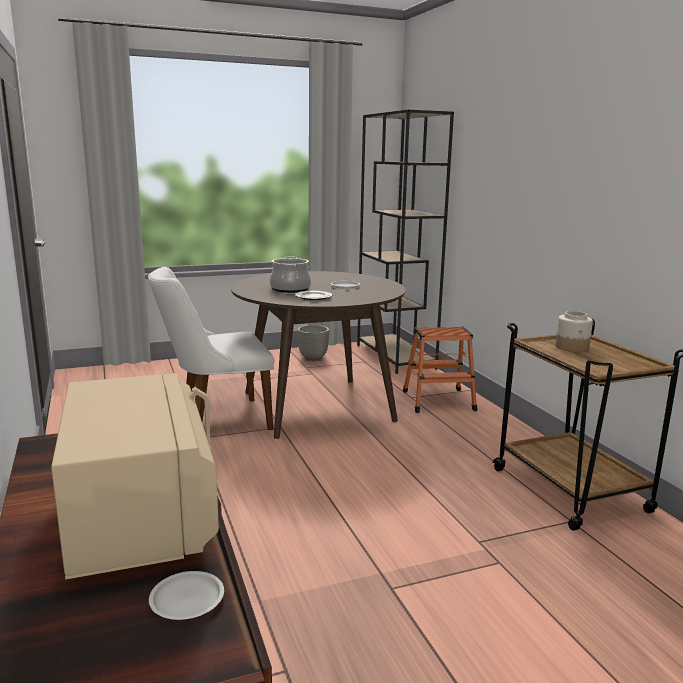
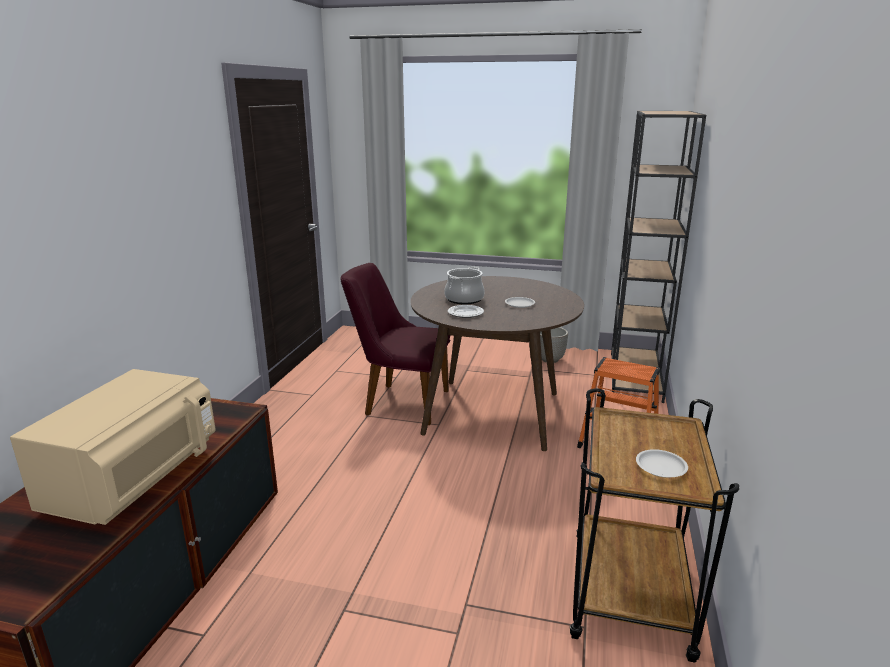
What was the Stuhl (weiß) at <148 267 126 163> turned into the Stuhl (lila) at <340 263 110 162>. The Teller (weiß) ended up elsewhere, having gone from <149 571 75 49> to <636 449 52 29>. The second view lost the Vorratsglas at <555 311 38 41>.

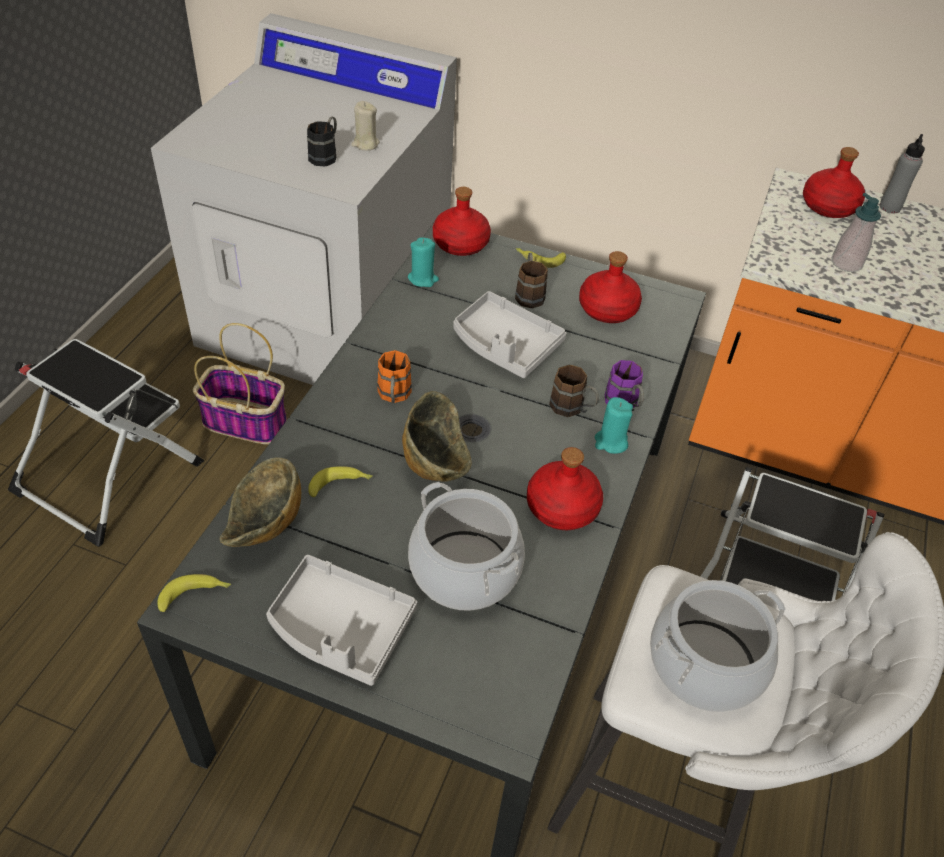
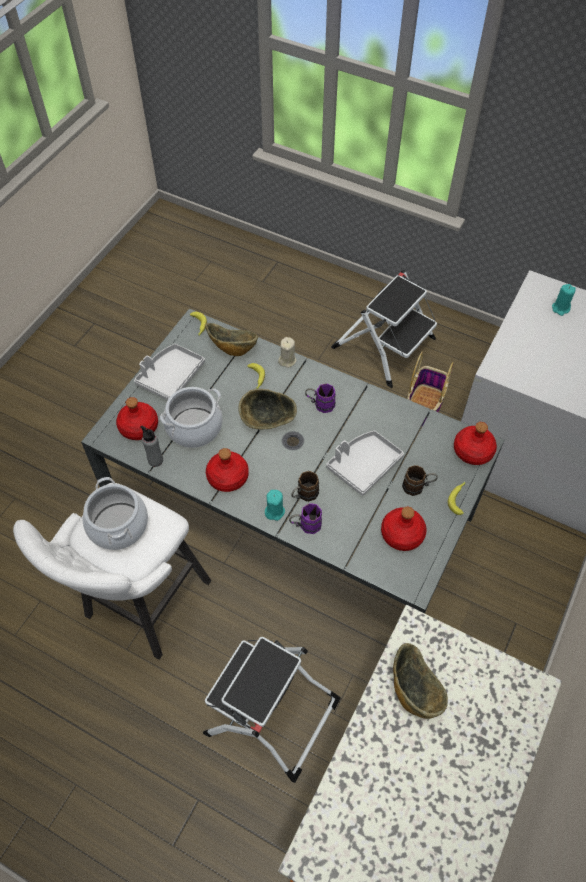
The second view lost the Henkelbecher (schwarz) at <307 117 30 50>. The Kerze (beige) ended up elsewhere, having gone from <351 101 29 50> to <278 337 18 31>. What was the Henkelbecher (orange) at <377 350 35 53> turned into the Henkelbecher (lila) at <305 383 31 30>. The Kerze (türkis) ended up elsewhere, having gone from <408 237 31 50> to <552 284 24 32>. The Flasche (rot) ended up elsewhere, having gone from <803 147 62 71> to <116 397 42 43>. Where the Seifenspender stood at <832 193 49 79>, the Schüssel came to stand at <393 643 55 76>. The Flasche (grau) ended up elsewhere, having gone from <880 134 45 79> to <140 426 23 41>.

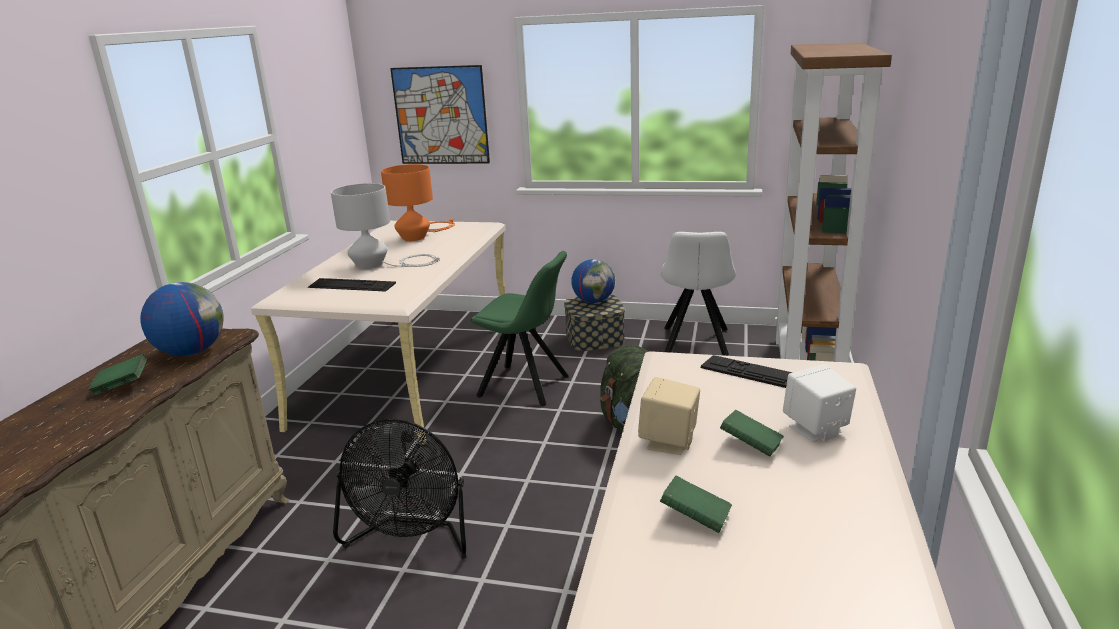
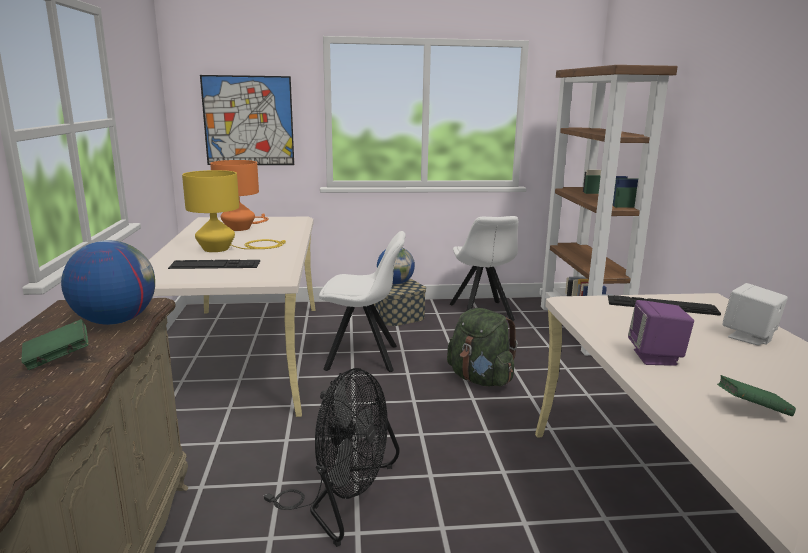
What was the Tischlampe (weiß) at <331 183 109 86> turned into the Tischlampe (gelb) at <182 170 104 82>. The Ventilator (schwarz) at <333 419 133 140> ended up facing another way, 60 degrees counterclockwise from before. What was the Stuhl (grün) at <471 251 98 155> turned into the Stuhl (weiß) at <319 231 87 141>. What was the Lautsprecher (beige) at <638 377 62 78> turned into the Lautsprecher (lila) at <628 300 66 66>. The second view lost the Buch (grün) at <720 410 64 46>.

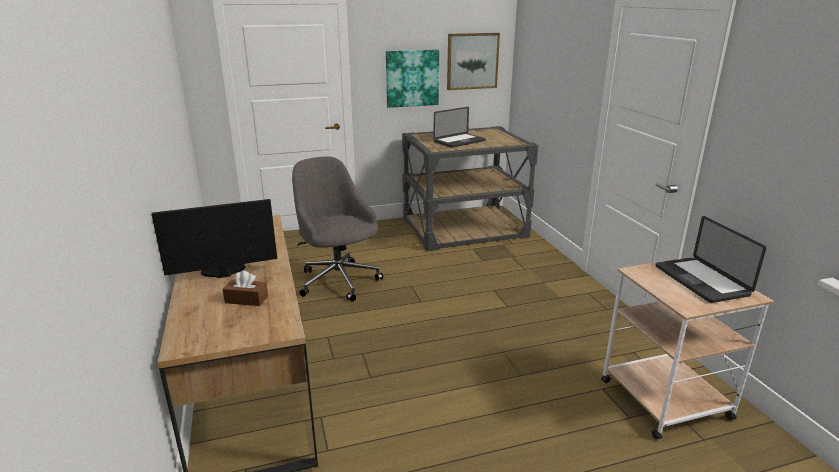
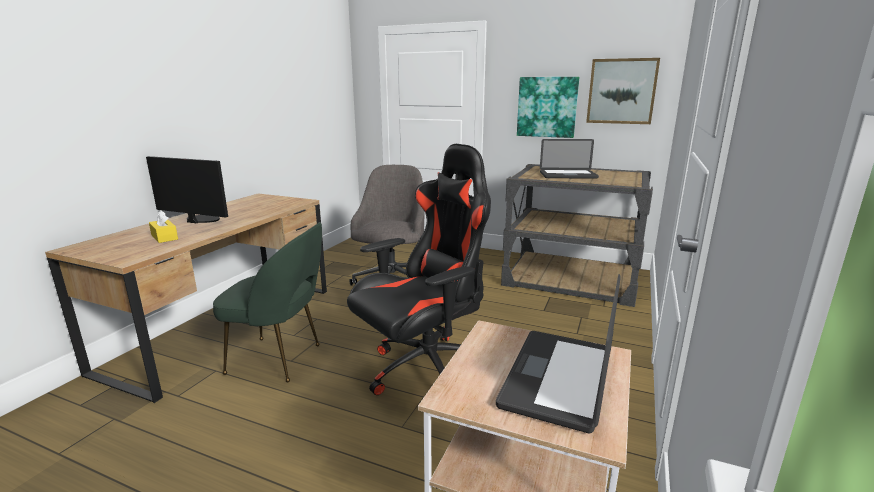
What was the Taschentuchbox (braun) at <223 271 45 35> turned into the Taschentuchbox (gelb) at <149 211 29 32>. The second view gained the Stuhl (grün) at <213 222 109 161>. The second view gained the Bürostuhl (schwarz) at <347 144 144 251>.

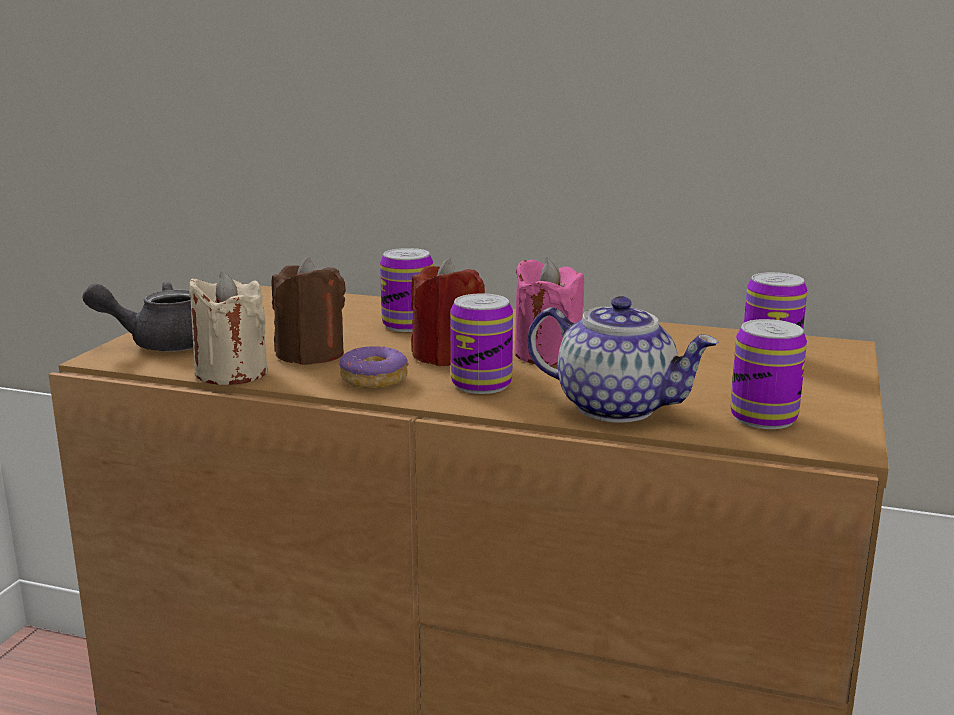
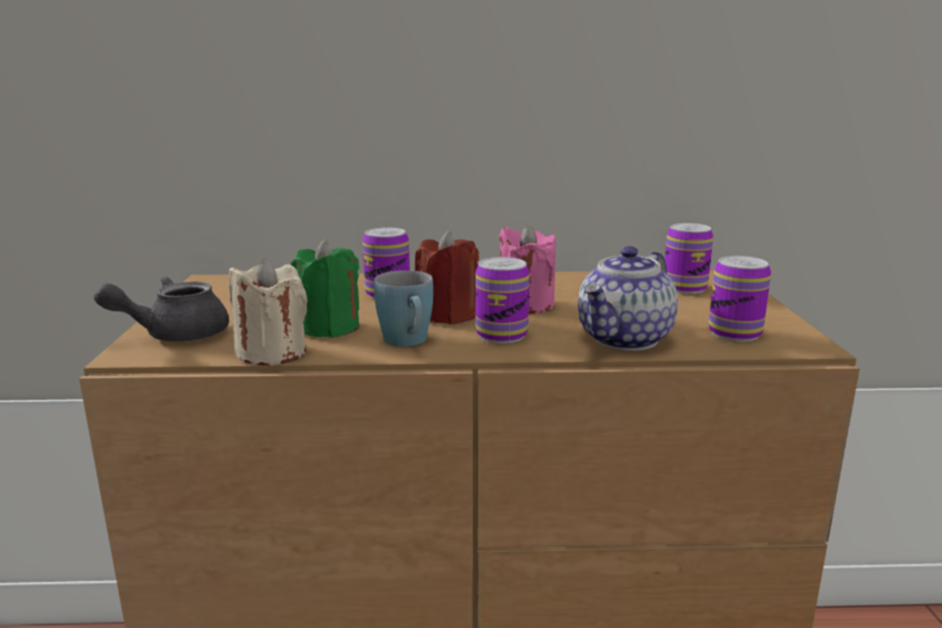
What was the Kerze (braun) at <272 257 74 108> turned into the Kerze (grün) at <291 239 68 99>. Where the Donut stood at <339 346 70 42>, the Henkelbecher (blau) came to stand at <374 270 59 76>. The Teekanne at <527 296 192 127> ended up facing another way, 120 degrees clockwise from before.

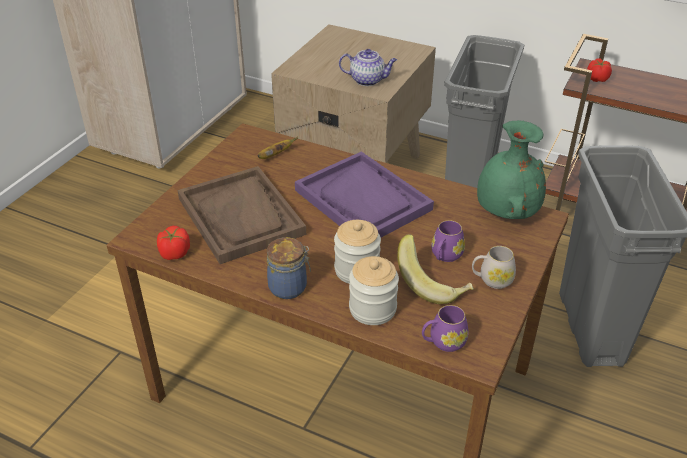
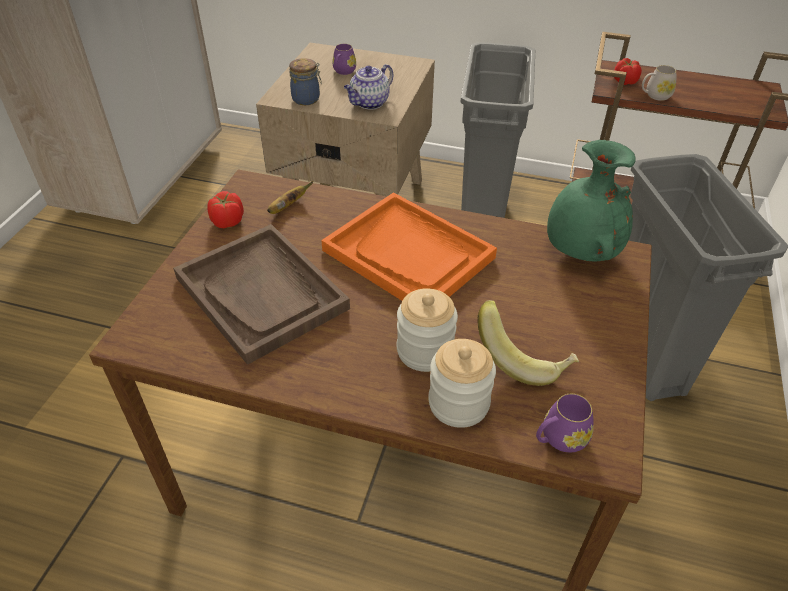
The Tomate ended up elsewhere, having gone from <157 226 33 34> to <207 191 37 37>. The Vorratsglas ended up elsewhere, having gone from <267 237 44 62> to <289 58 33 47>. What was the Tablett (lila) at <295 152 139 85> turned into the Tablett (orange) at <321 192 176 109>. The Teekanne at <339 49 58 37> ended up facing another way, 135 degrees clockwise from before. The Henkelbecher (lila) ended up elsewhere, having gone from <432 220 33 42> to <333 44 23 31>. The Henkelbecher (weiß) ended up elsewhere, having gone from <472 246 44 43> to <642 65 34 36>.

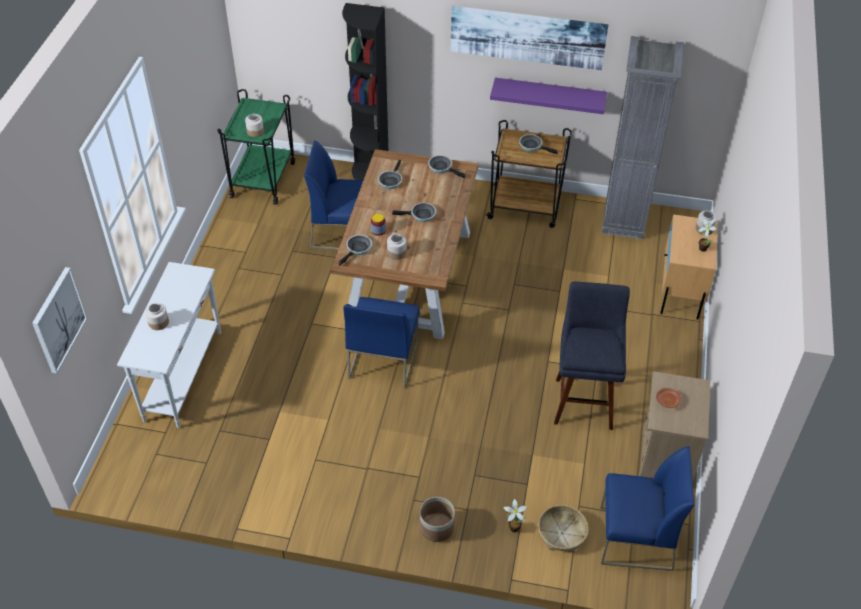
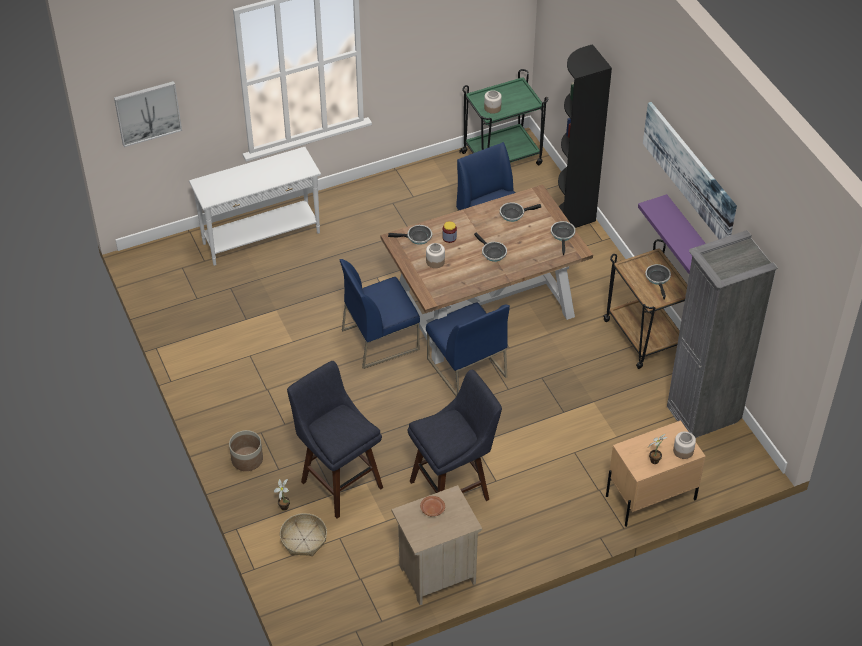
The second view lost the Vorratsglas at <145 303 24 27>. The Stuhl (blau) ended up elsewhere, having gone from <600 446 94 125> to <426 302 84 94>. The second view gained the Hocker (blau) at <287 361 96 158>.

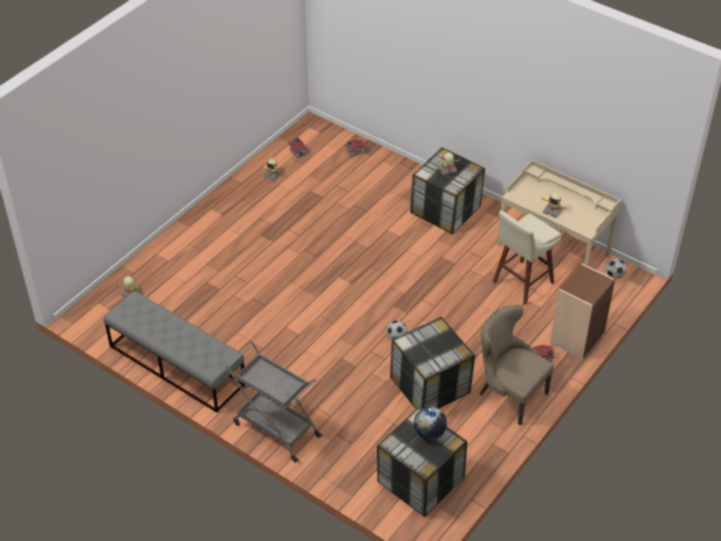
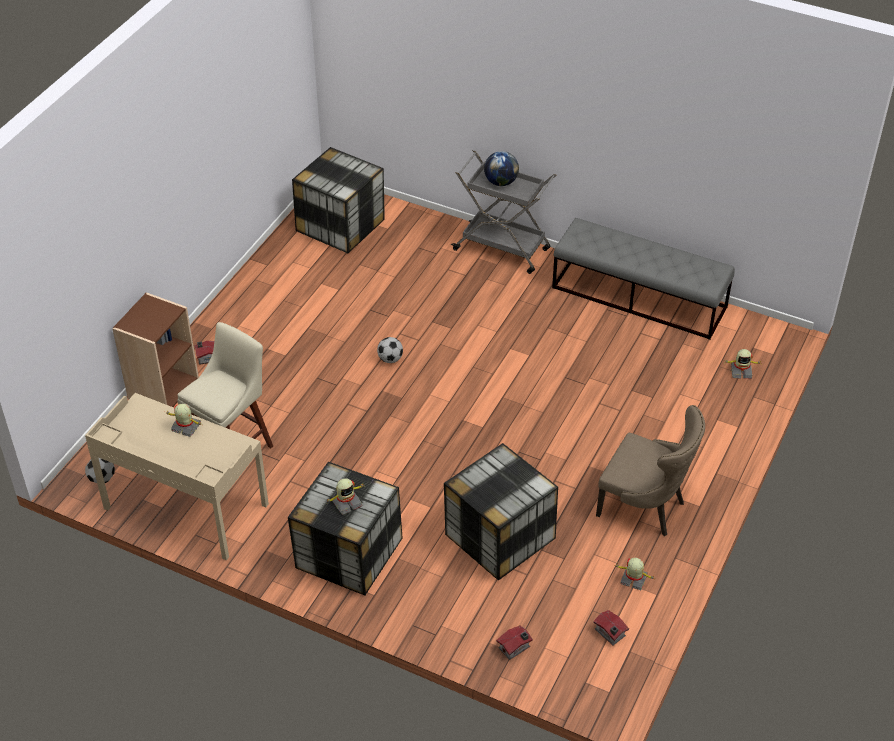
The Aufbewahrungsbox ended up elsewhere, having gone from <390 317 85 92> to <444 443 114 138>. The Globus ended up elsewhere, having gone from <414 406 33 34> to <484 151 35 35>. The Stuhl (beige) ended up elsewhere, having gone from <480 305 74 120> to <596 405 109 131>.

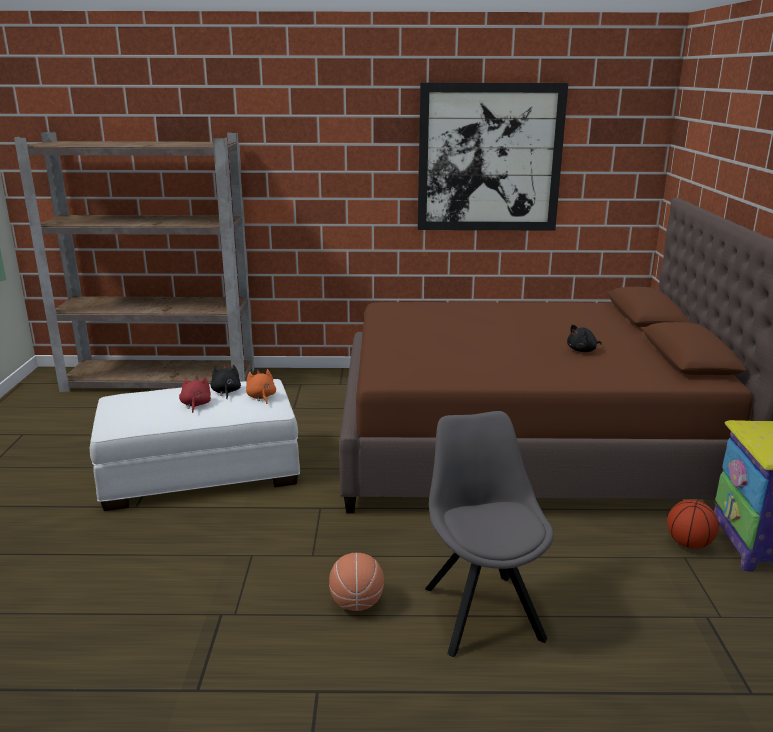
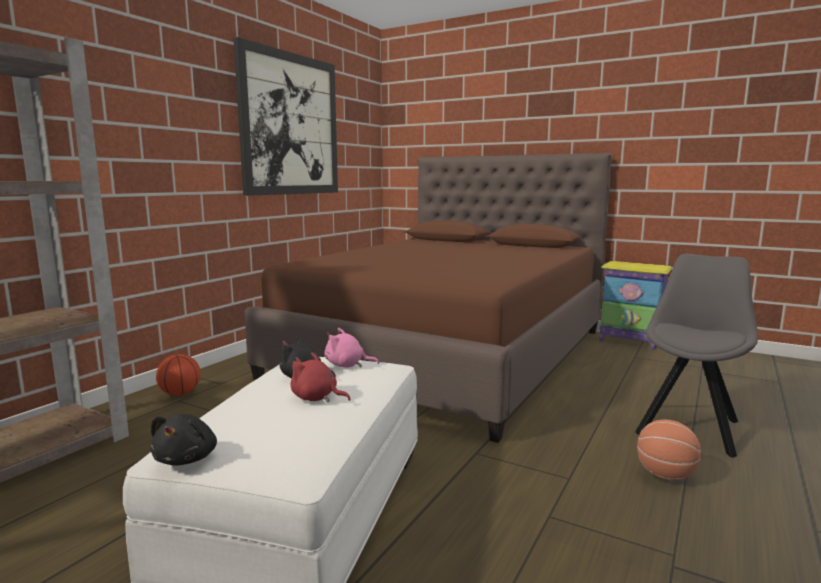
What was the Plüschtier (orange) at <246 369 30 35> turned into the Plüschtier (rosa) at <325 328 54 39>. The Stuhl (grau) at <425 411 129 246> ended up facing another way, 105 degrees clockwise from before. The Plüschtier (schwarz) ended up elsewhere, having gone from <567 325 35 27> to <150 414 67 52>. The Basketball ended up elsewhere, having gone from <667 500 52 49> to <156 354 44 42>.

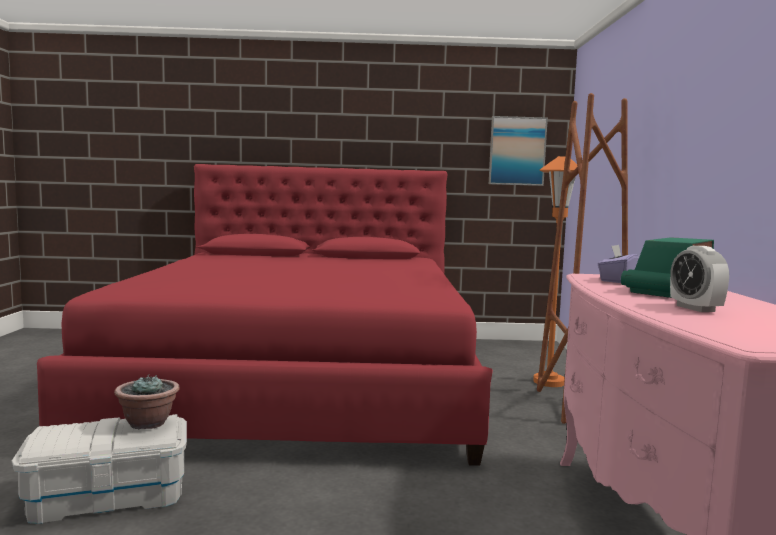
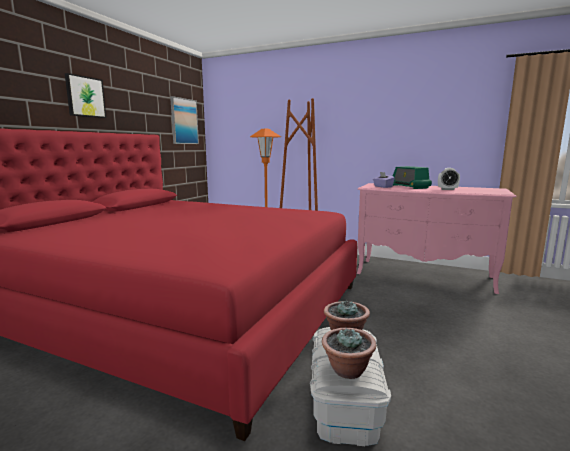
The second view gained the Bild at <65 73 41 45>. The second view gained the Topfpflanze at <322 327 54 52>.

